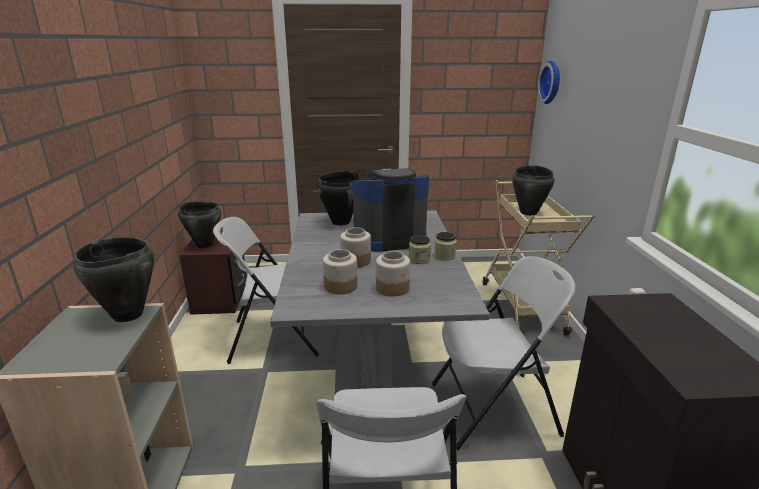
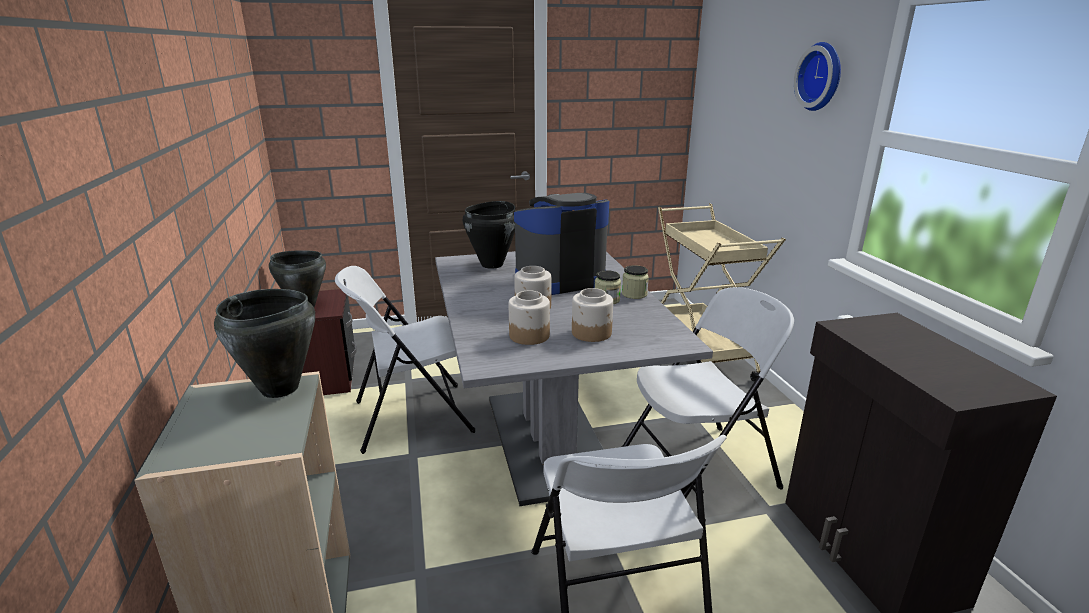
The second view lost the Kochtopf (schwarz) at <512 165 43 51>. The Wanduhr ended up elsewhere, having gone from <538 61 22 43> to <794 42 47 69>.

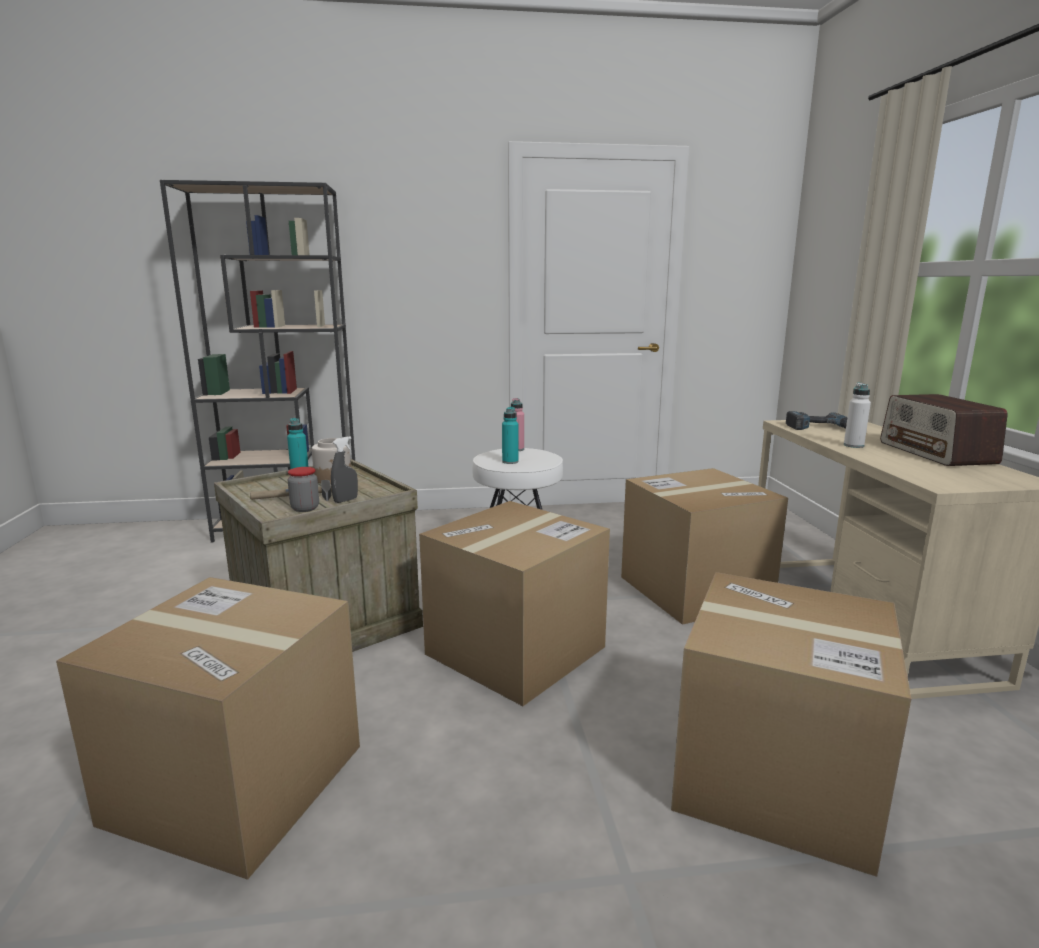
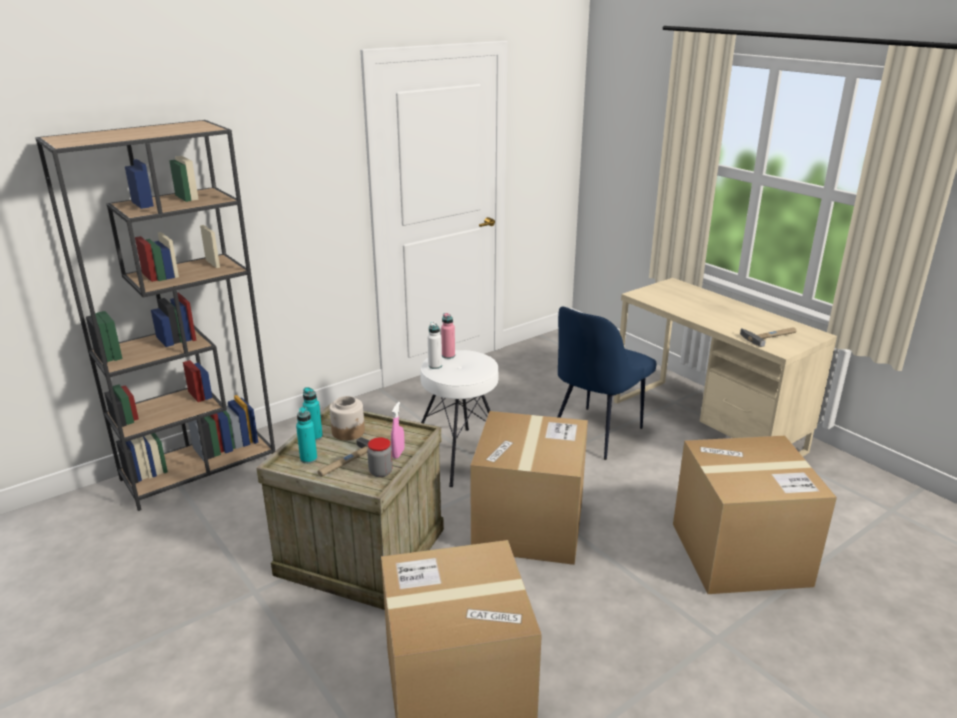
What was the Sprühflasche (grau) at <331 436 27 67> turned into the Sprühflasche (rosa) at <391 402 14 57>. The Flasche (türkis) ended up elsewhere, having gone from <502 407 16 57> to <296 407 21 57>. Where the Karton stood at <621 468 167 157>, the Stuhl (blau) came to stand at <557 307 100 153>. The second view lost the Bohrmaschine at <786 411 61 19>. The Flasche (weiß) ended up elsewhere, having gone from <844 383 27 65> to <428 322 14 47>. The second view lost the Radio at <880 394 127 72>. The second view gained the Hammer at <740 327 56 20>.

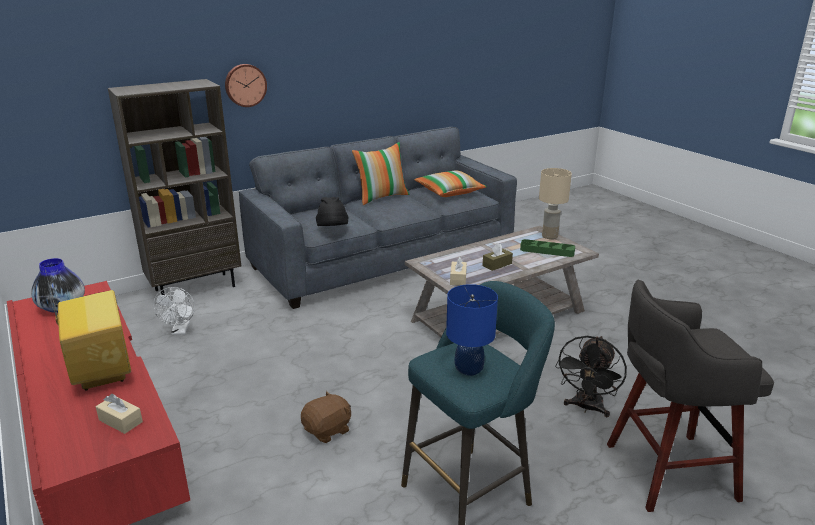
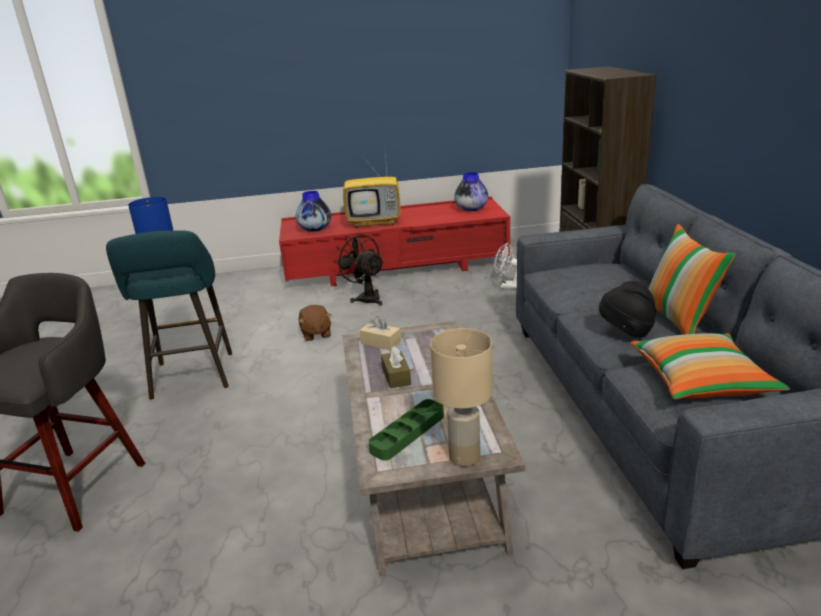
Where the Taschentuchbox (beige) stood at <96 394 47 40>, the Vase came to stand at <296 191 35 41>. The second view lost the Wanduhr at <225 64 42 43>. The Hut (schwarz) ended up elsewhere, having gone from <316 197 32 29> to <599 281 57 56>. The Ventilator (schwarz) ended up elsewhere, having gone from <555 336 72 81> to <333 233 51 73>.

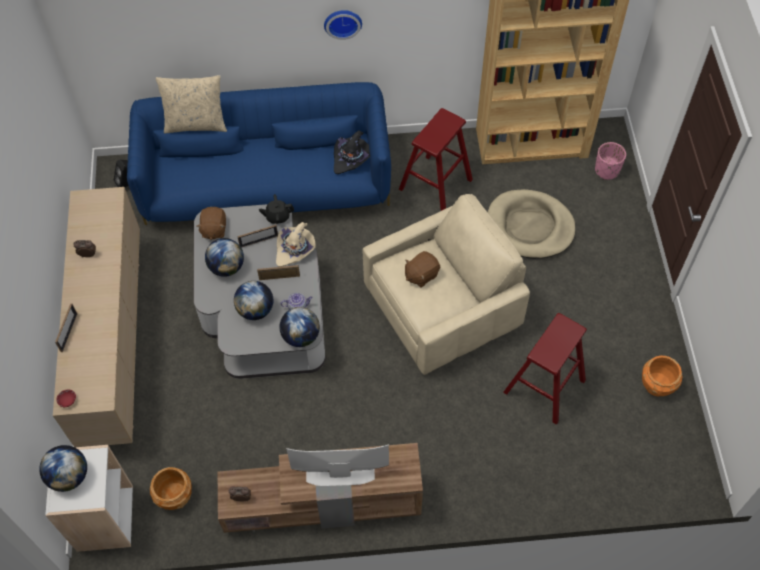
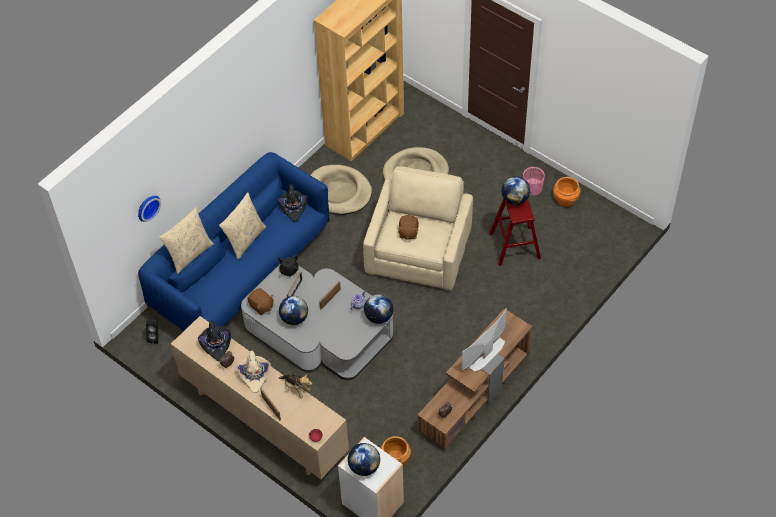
The Globus ended up elsewhere, having gone from <234 281 39 39> to <502 176 28 29>. The Hut (beige) ended up elsewhere, having gone from <276 222 40 45> to <237 351 34 42>. The Wanduhr ended up elsewhere, having gone from <324 10 38 30> to <138 195 23 27>. Where the Hocker (rot) stood at <399 108 74 103>, the Hundebett (beige) came to stand at <311 165 61 50>. The Pflanzkübel (rosa) ended up elsewhere, having gone from <595 142 31 38> to <523 167 22 29>. The second view gained the Hut (schwarz) at <198 321 33 41>. The second view gained the Kissen (beige) at <219 192 47 68>. The second view gained the Plüschtier at <279 374 33 24>.

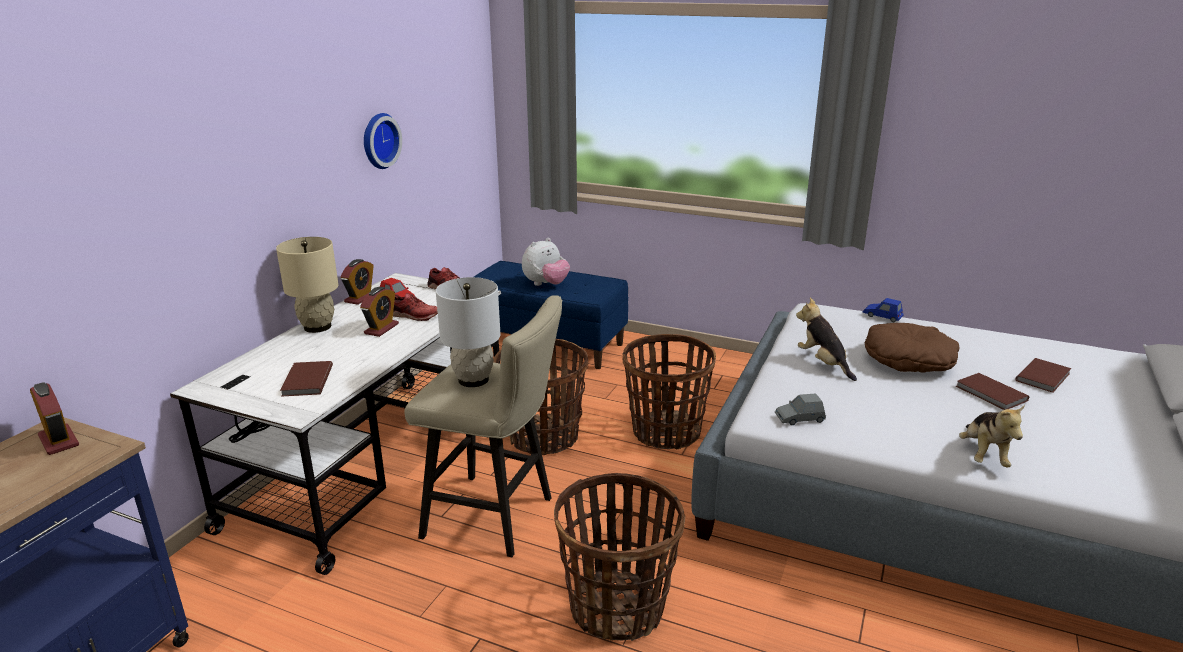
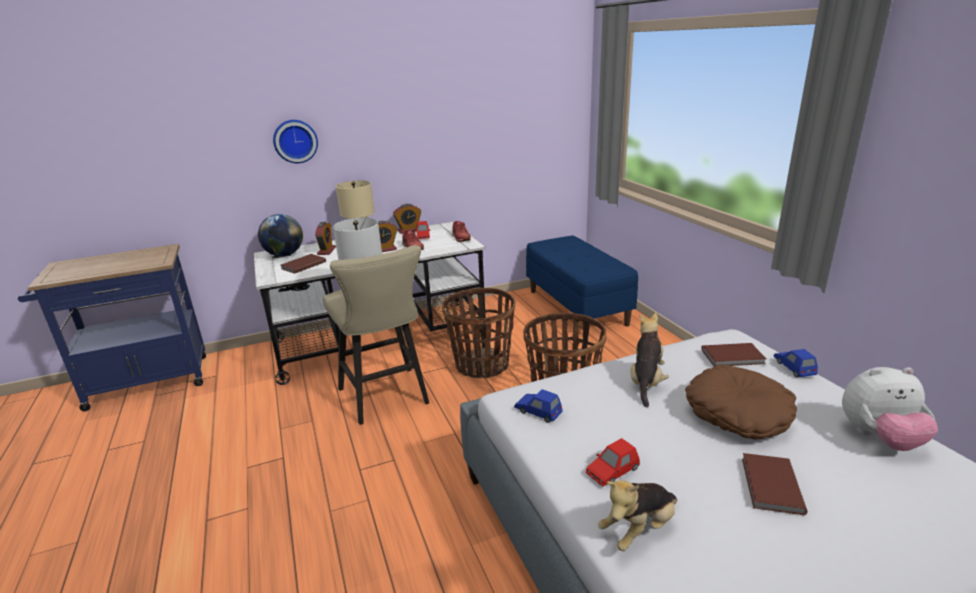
The Wecker ended up elsewhere, having gone from <30 382 49 73> to <315 222 21 33>. The Wanduhr ended up elsewhere, having gone from <364 113 38 56> to <273 120 45 43>. The Plüschtier ended up elsewhere, having gone from <522 238 48 48> to <842 367 96 84>. The second view lost the Korb at <554 473 131 168>. What was the Spielzeugauto (grau) at <775 393 51 32> turned into the Spielzeugauto (blau) at <514 389 49 34>. The Buch (braun) ended up elsewhere, having gone from <1016 358 55 35> to <701 343 65 23>. The second view gained the Globus at <258 214 45 42>. The second view gained the Spielzeugauto (rot) at <586 438 54 48>.

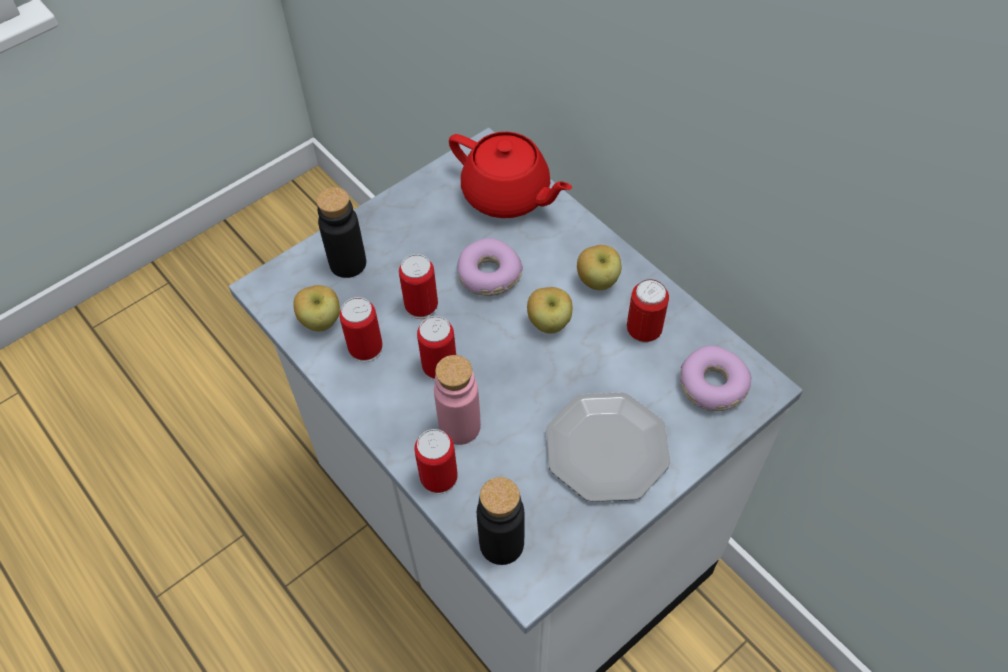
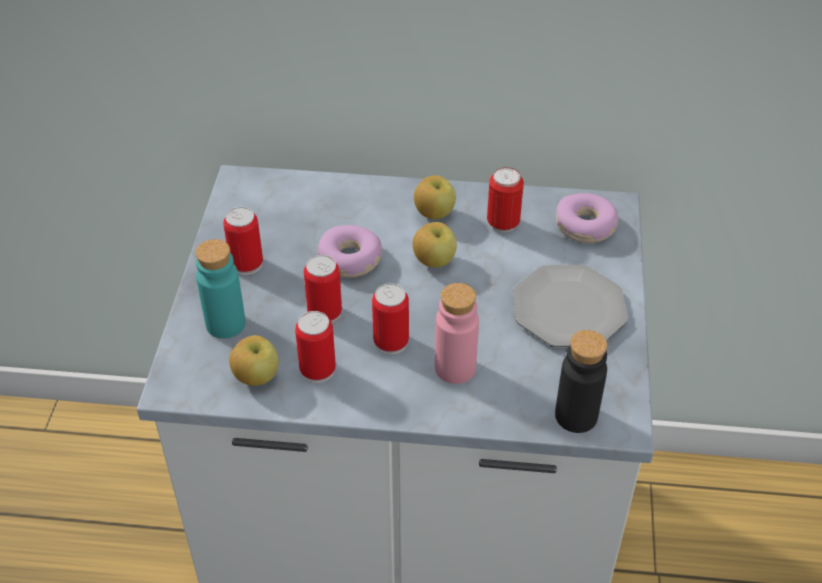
What was the Flasche (schwarz) at <317 187 49 91> turned into the Flasche (türkis) at <196 239 50 100>. The Dose ended up elsewhere, having gone from <414 429 44 65> to <223 207 40 68>. The second view lost the Teekanne (rot) at <449 132 123 86>.

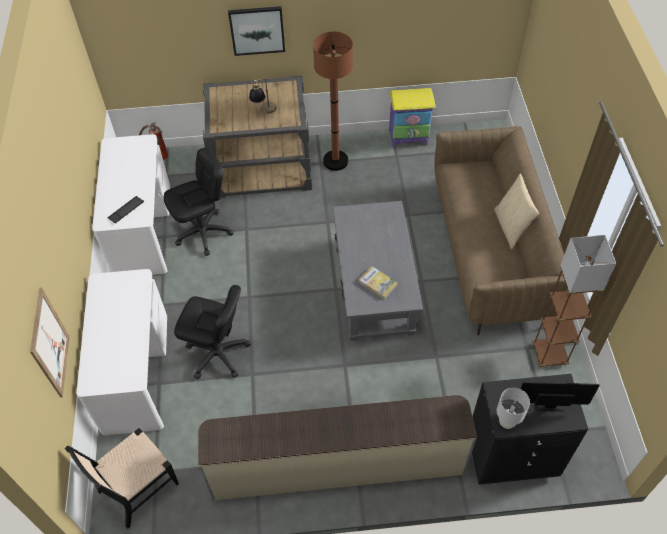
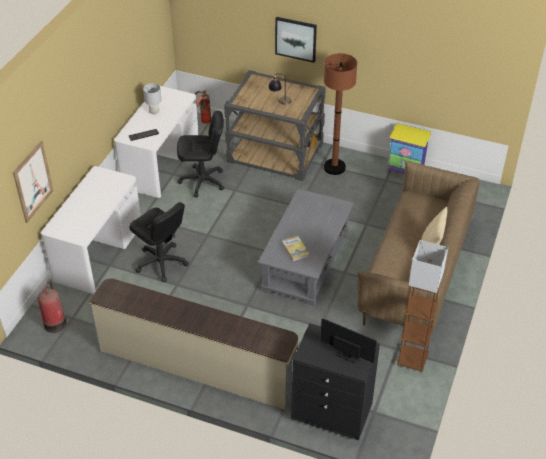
Where the Stuhl stood at <64 428 115 101>, the Feuerlöscher came to stand at <38 279 28 54>. The Tischlampe (grau) ended up elsewhere, having gone from <497 388 33 41> to <143 83 18 31>.

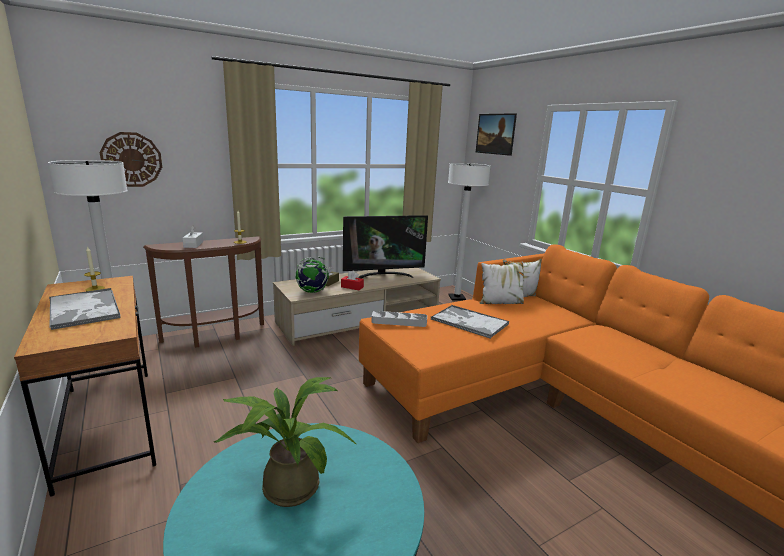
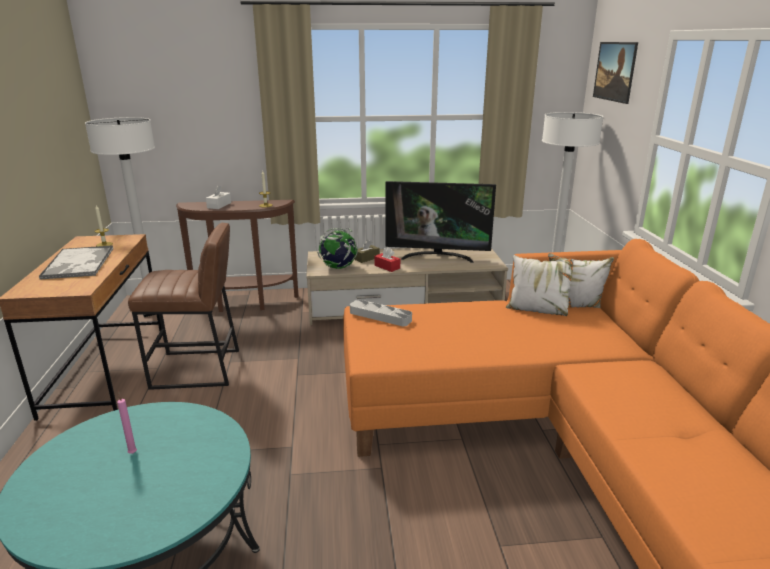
The second view lost the Wanduhr at <99 132 63 55>. Where the Topfpflanze stood at <214 377 144 130>, the Kerze (rosa) came to stand at <117 391 20 63>. The second view lost the Tablett at <431 305 78 34>. The second view gained the Stuhl (braun) at <128 223 111 167>.

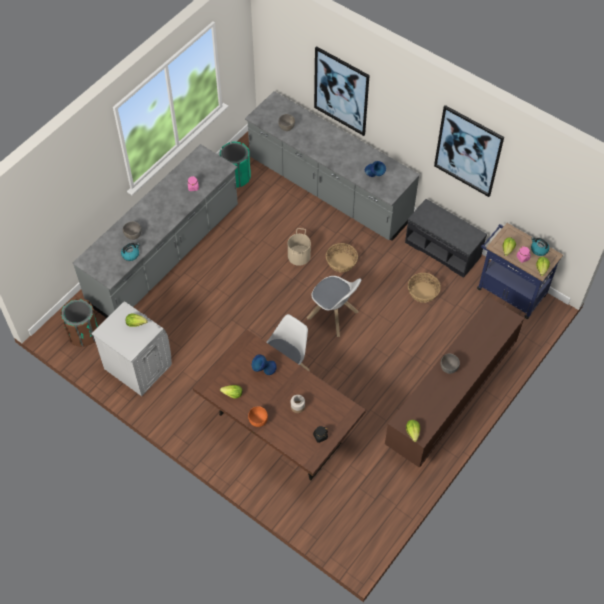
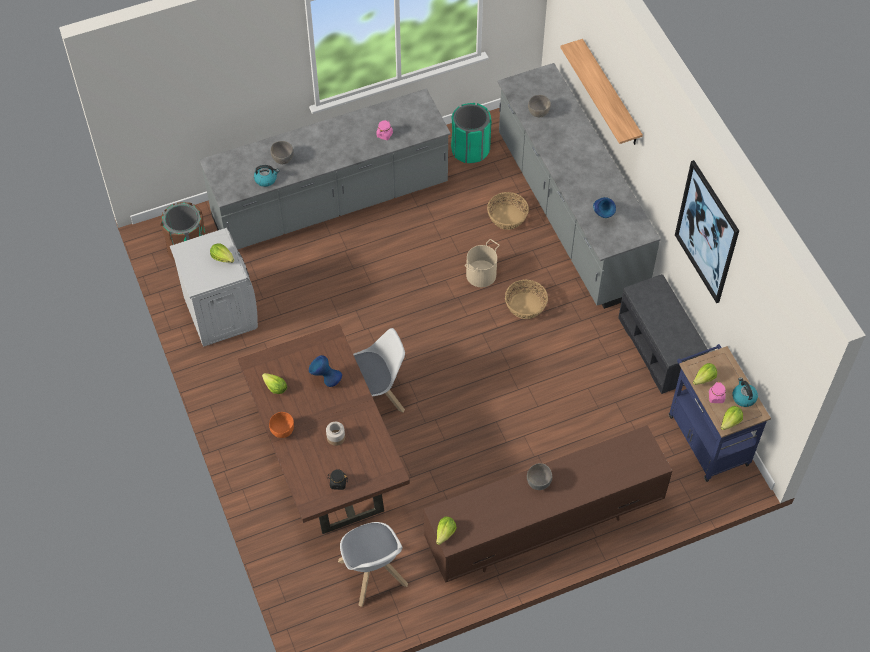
The Stuhl ended up elsewhere, having gone from <307 276 54 61> to <338 522 70 85>. Where the Bild hung at <314 46 56 90>, the Wandregal came to hang at <560 39 83 106>. The Korb ended up elsewhere, having gone from <408 273 33 30> to <487 192 42 38>.

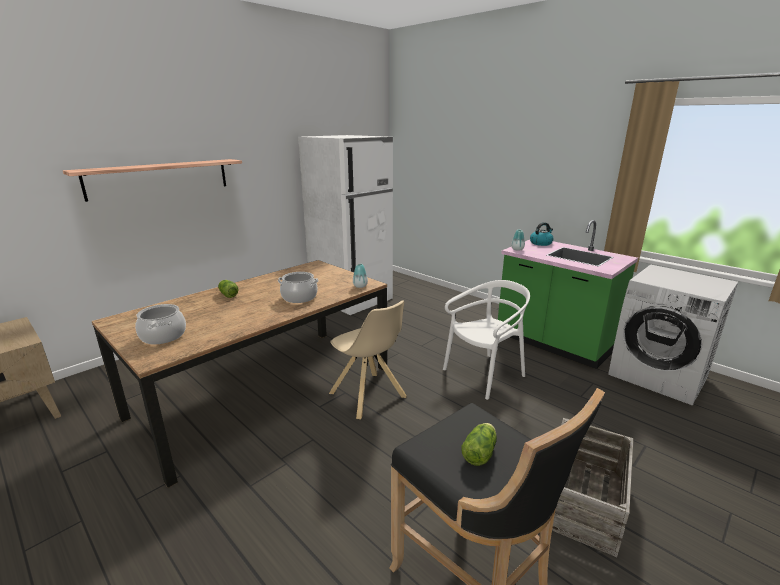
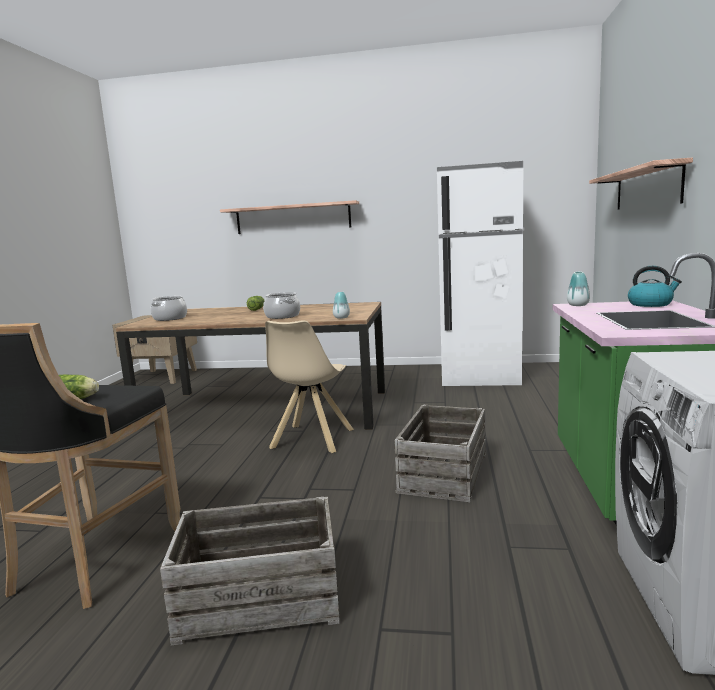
Where the Stuhl (weiß) stood at <443 280 87 120>, the Kiste came to stand at <394 405 92 97>. The second view gained the Wandregal at <589 158 104 52>.

